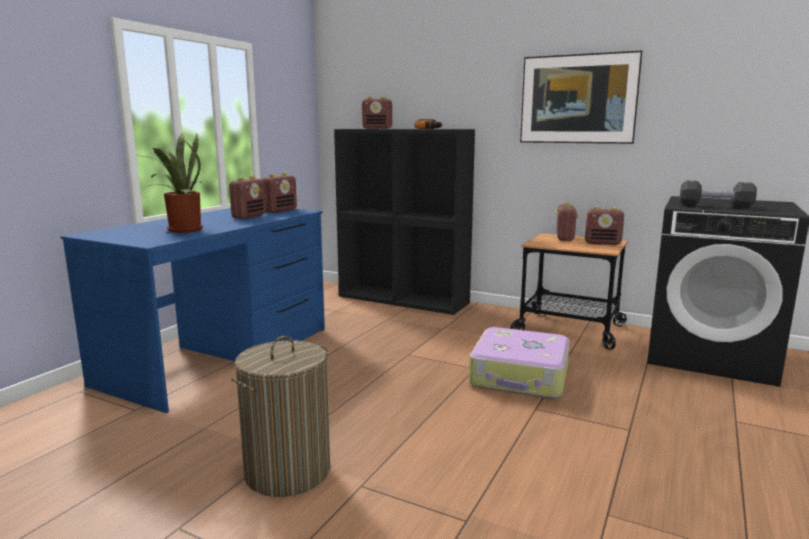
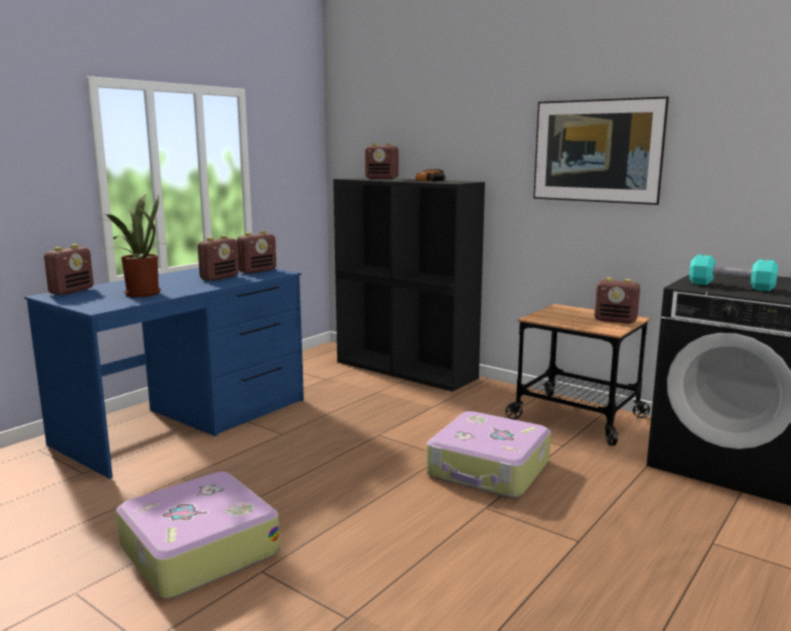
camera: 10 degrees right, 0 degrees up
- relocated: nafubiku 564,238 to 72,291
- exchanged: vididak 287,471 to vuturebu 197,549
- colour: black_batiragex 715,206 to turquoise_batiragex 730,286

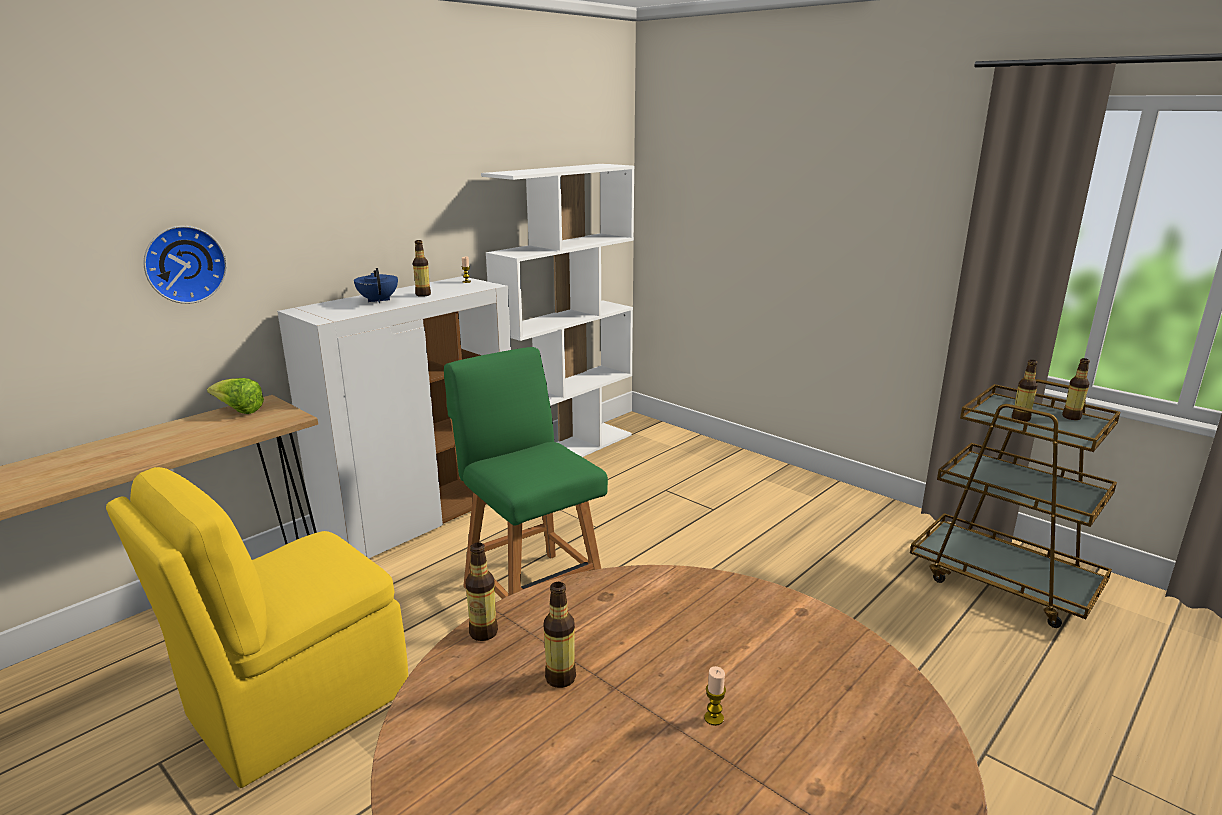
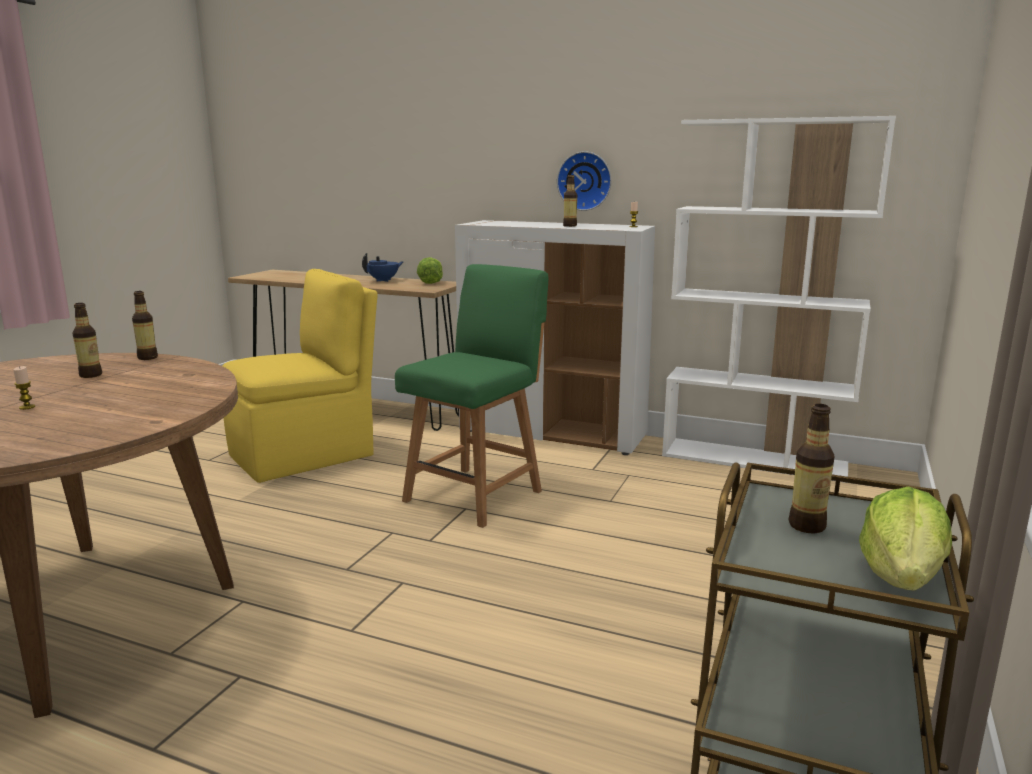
camera: 70 degrees right, 5 degrees down
- relocated: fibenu 184,264 to 585,181
- relocated: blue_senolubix 378,300 to 383,280
- exchanged: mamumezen 1071,417 to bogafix 901,578
- spun: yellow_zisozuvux 293,705 = 305,455 120 degrees clockwise

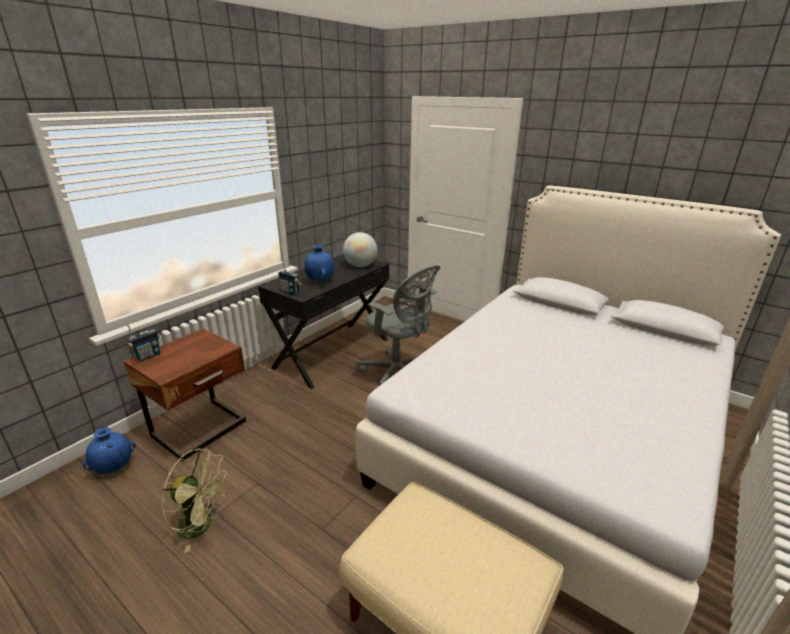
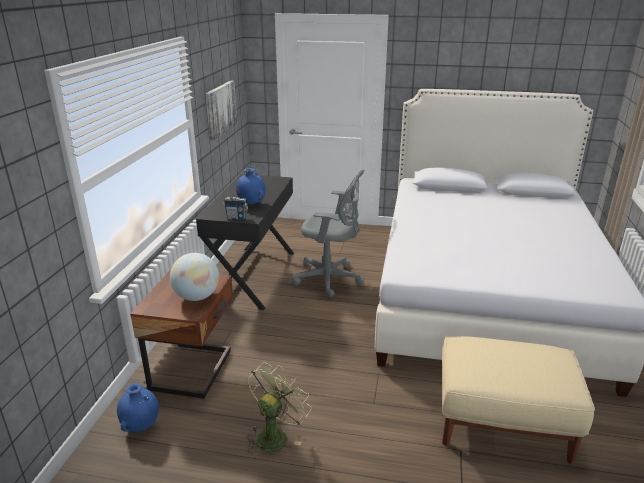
camera: 25 degrees left, 0 degrees up
- missing: nafubiku 148,356
- appeared: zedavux 220,109
- relocated: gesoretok 360,266 to 197,297
- spun: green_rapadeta 202,525 = 275,435 45 degrees counterclockwise

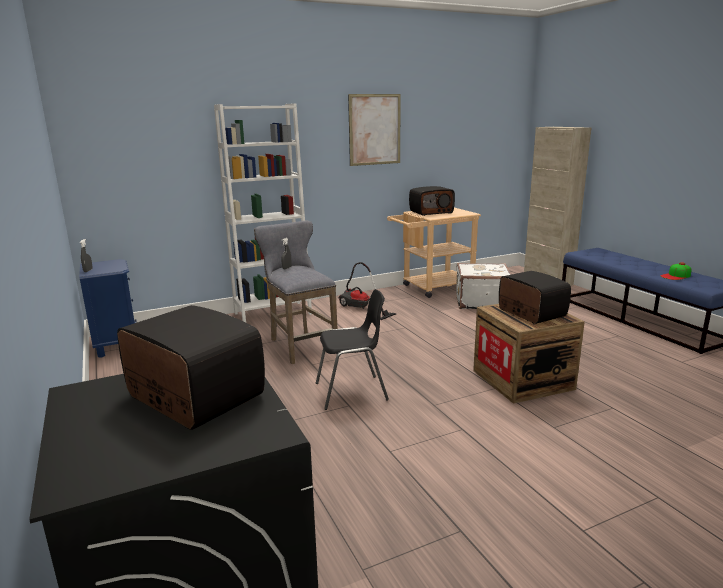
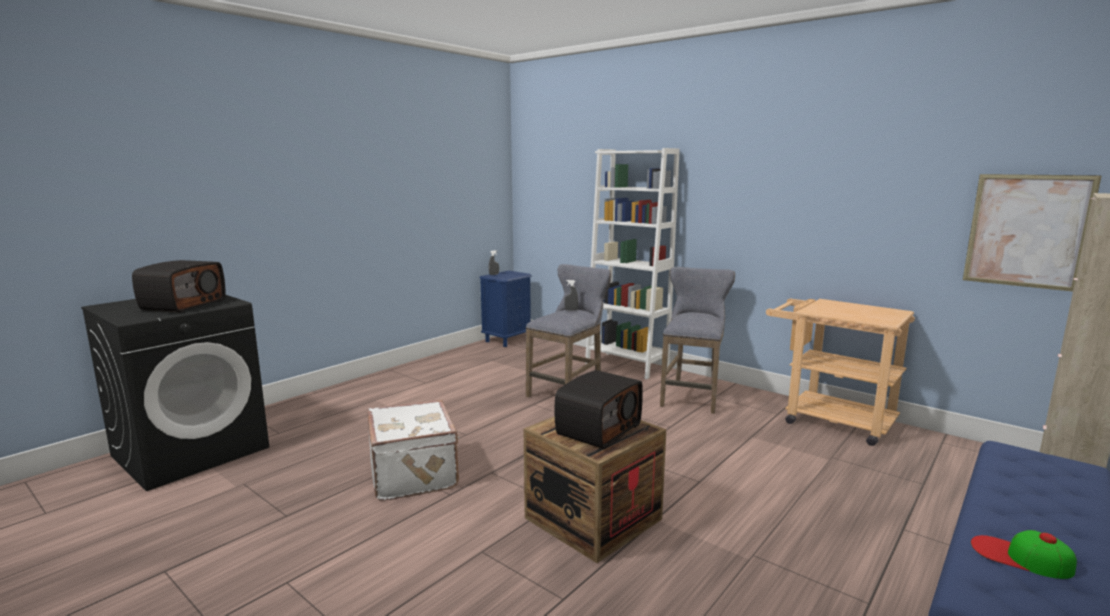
camera: 65 degrees right, 5 degrees down
- missing: black_zisozuvux 352,392
- missing: nafubiku 431,212
- relocated: zedavux 374,129 to 1027,231
- relocated: white_vuturebu 481,302 to 415,474
- exchanged: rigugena 360,309 to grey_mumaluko 692,395

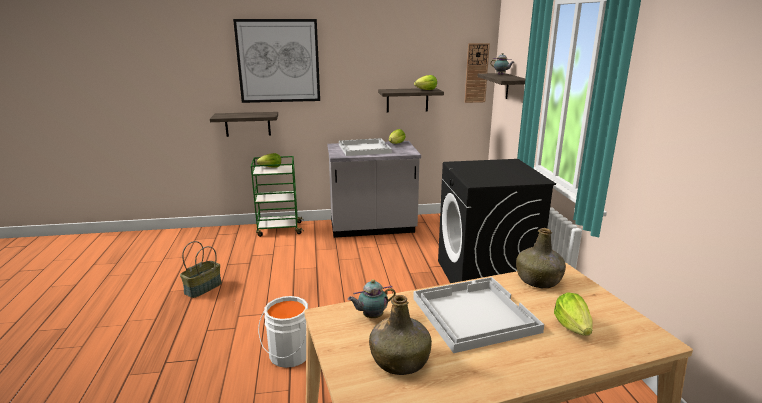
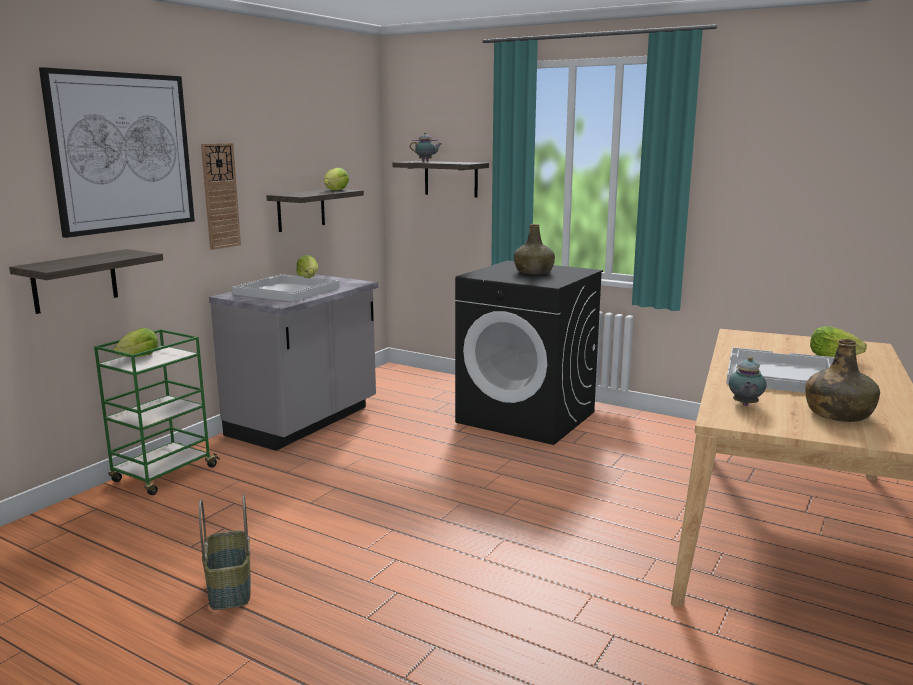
camera: 50 degrees left, 5 degrees down
- missing: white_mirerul 288,355
- relocated: fibenu 476,73 to 220,196
- relocated: green_mamumezen 539,280 to 534,272

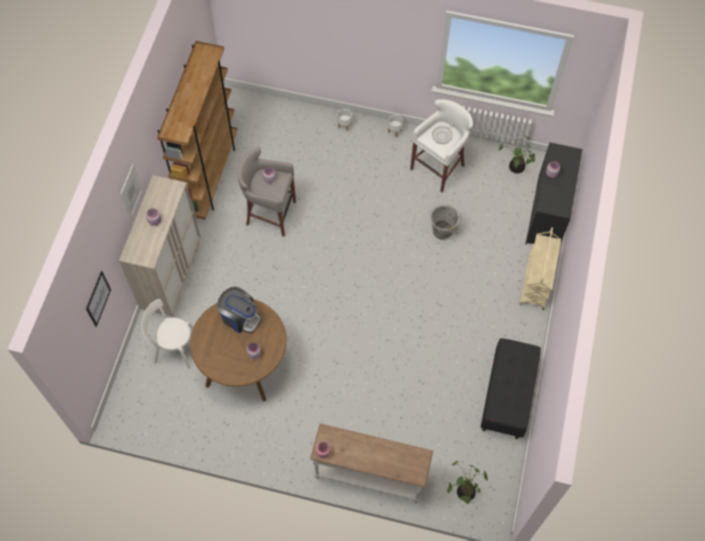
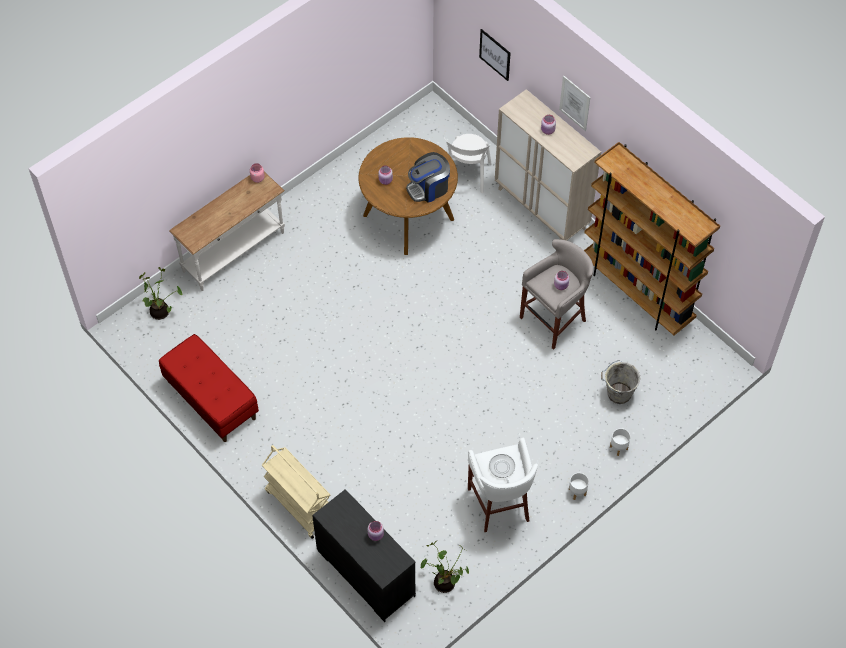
camera: 125 degrees right, 5 degrees down
- relocated: grey_mirerul 443,231 to 618,393
- colour: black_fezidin 507,396 to red_fezidin 211,400
- spun: white_zisozuvux 174,347 = 467,176 150 degrees clockwise

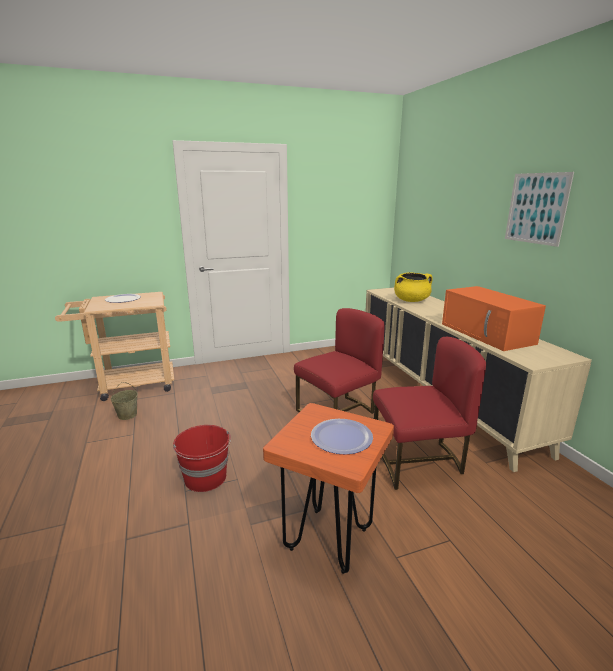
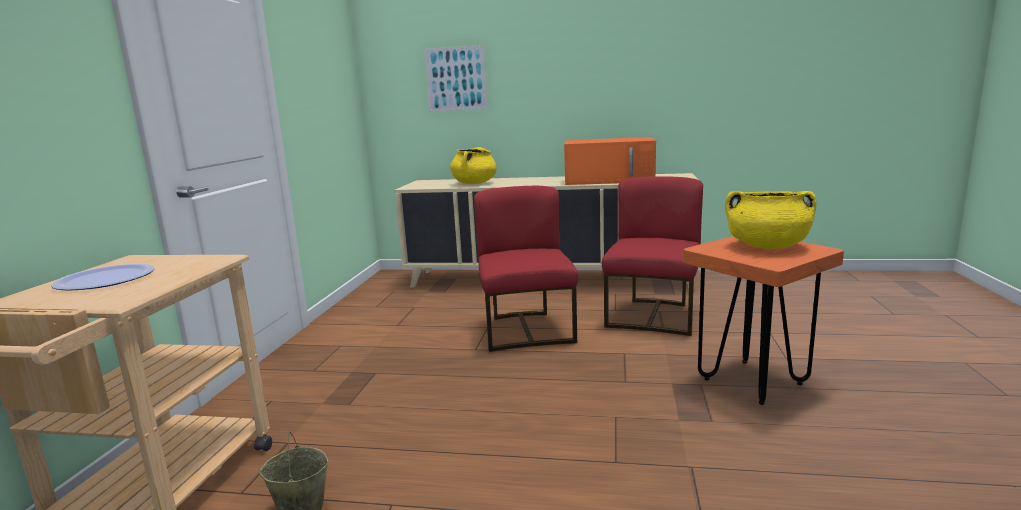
camera: 60 degrees left, 5 degrees down
- missing: red_mirerul 206,478
- relocated: zedavux 536,208 to 456,79
- exchanged: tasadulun 341,437 to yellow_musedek 767,246

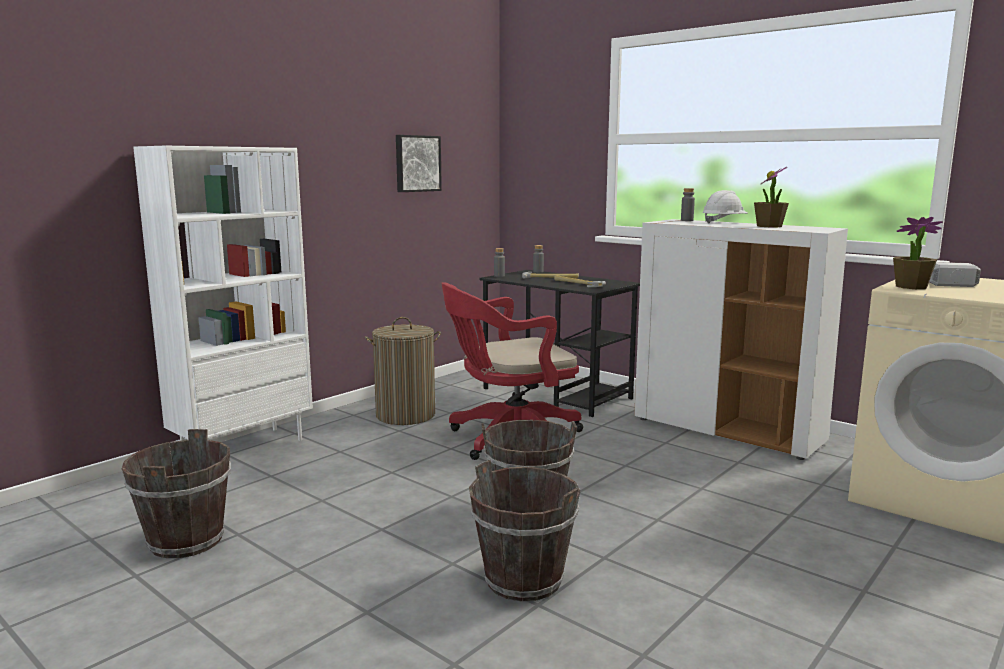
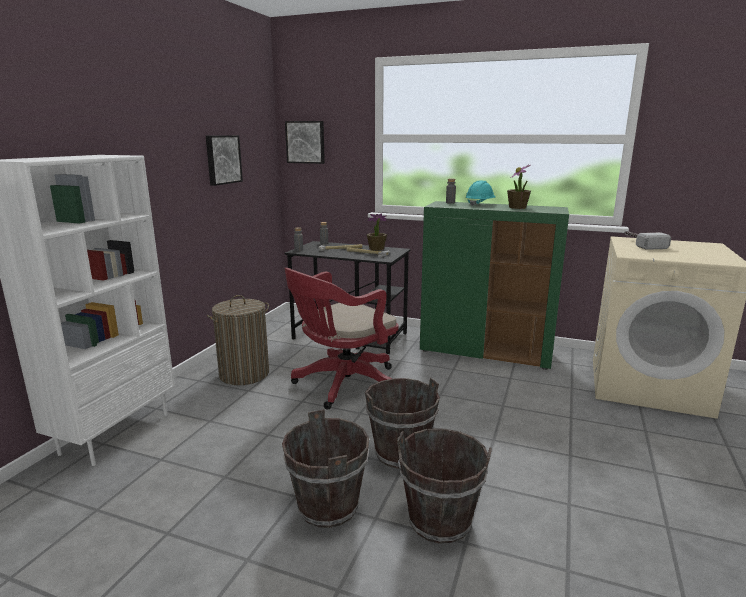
camera: 20 degrees left, 5 degrees up
- appeared: zedavux 306,142
- relocated: brown_mirerul 186,541 to 327,506
- relocated: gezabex 911,287 to 376,249
- colour: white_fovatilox 728,431 to green_fovatilox 486,352
- colour: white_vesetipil 723,222 to turquoise_vesetipil 480,204

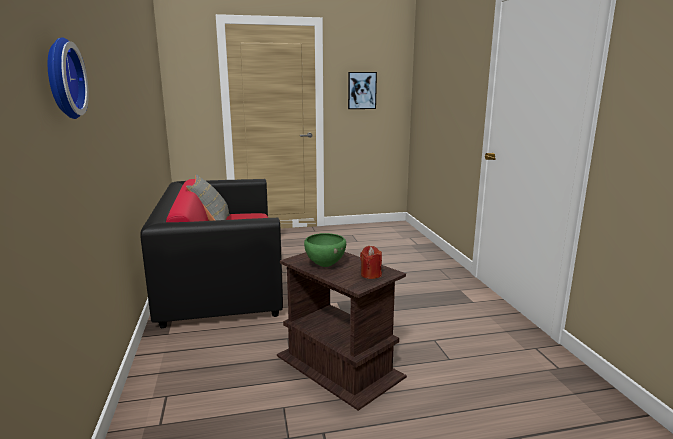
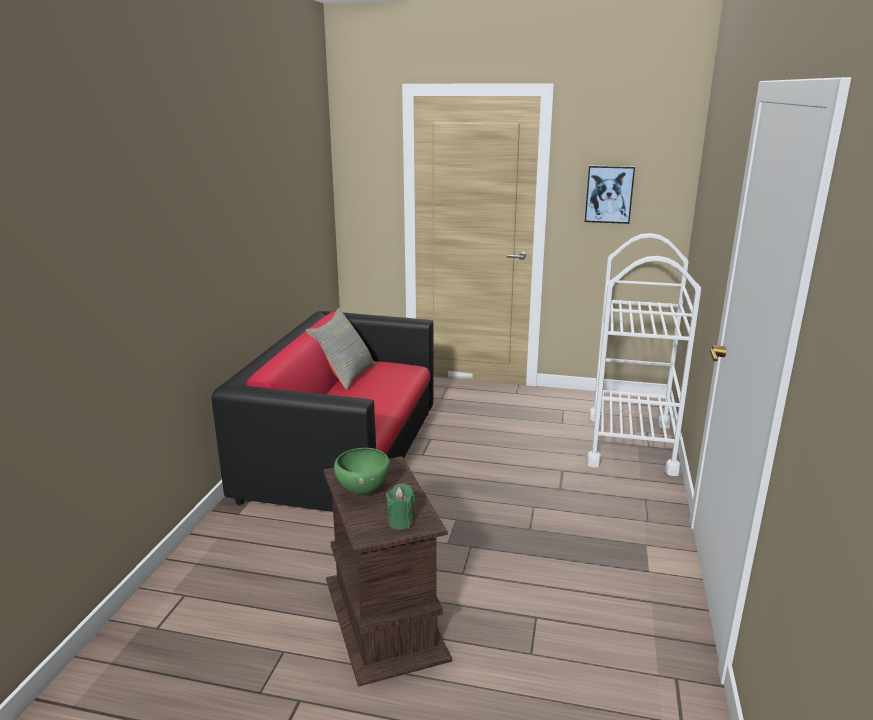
camera: 25 degrees right, 5 degrees up
- missing: fibenu 60,79
- appeared: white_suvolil 631,444
- colour: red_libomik 371,275 to green_libomik 400,522

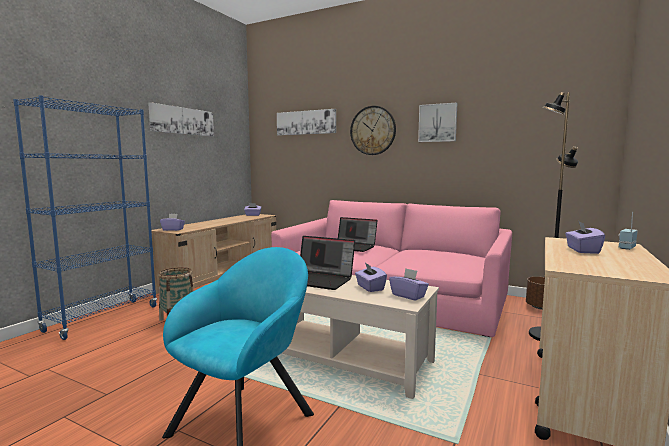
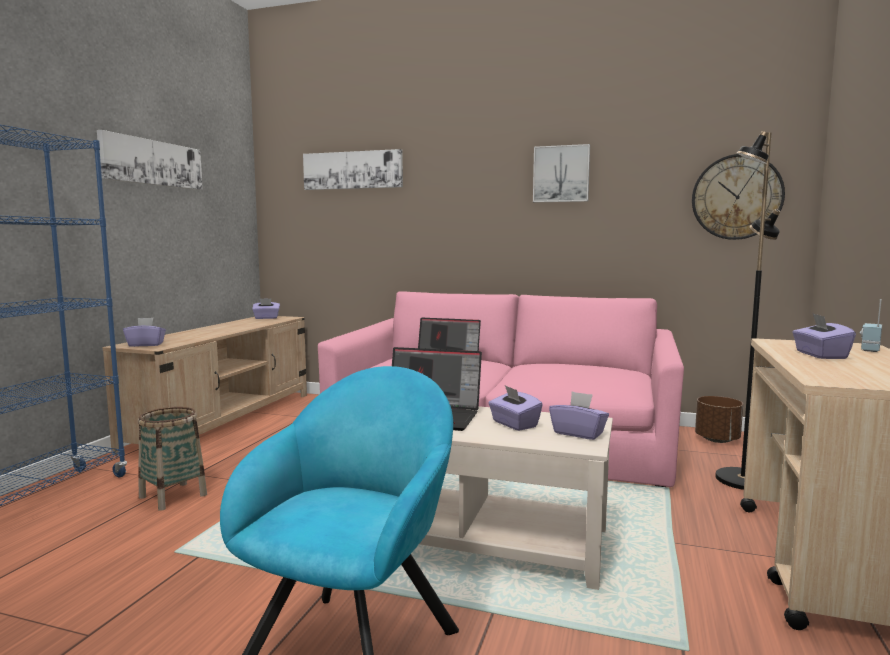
camera: 10 degrees left, 0 degrees up
- relocated: fibenu 373,130 to 736,197

